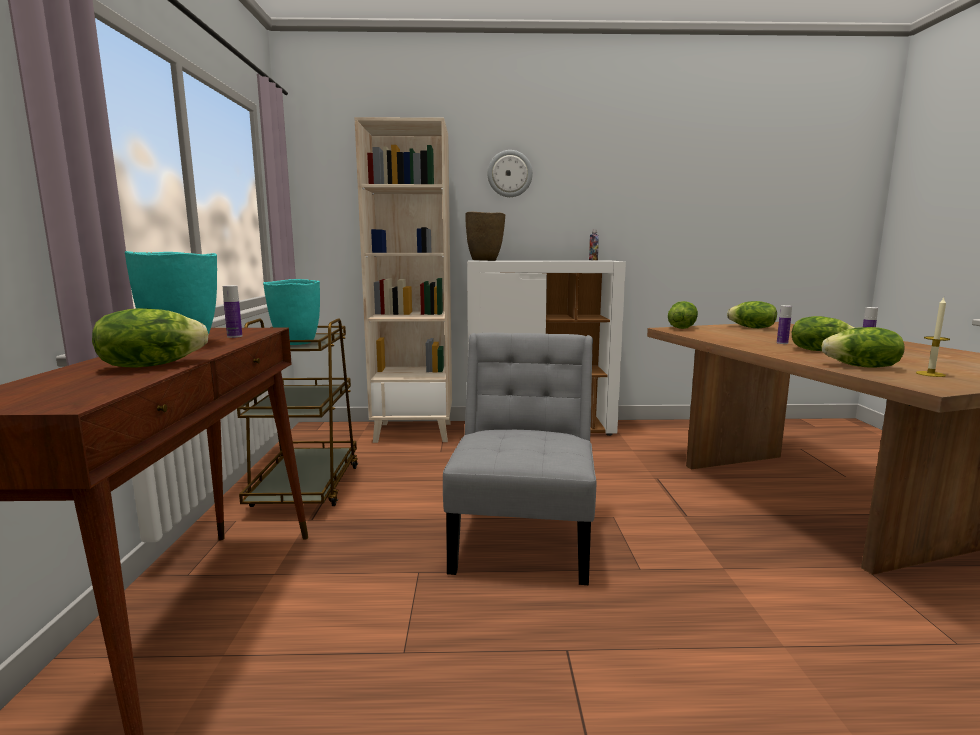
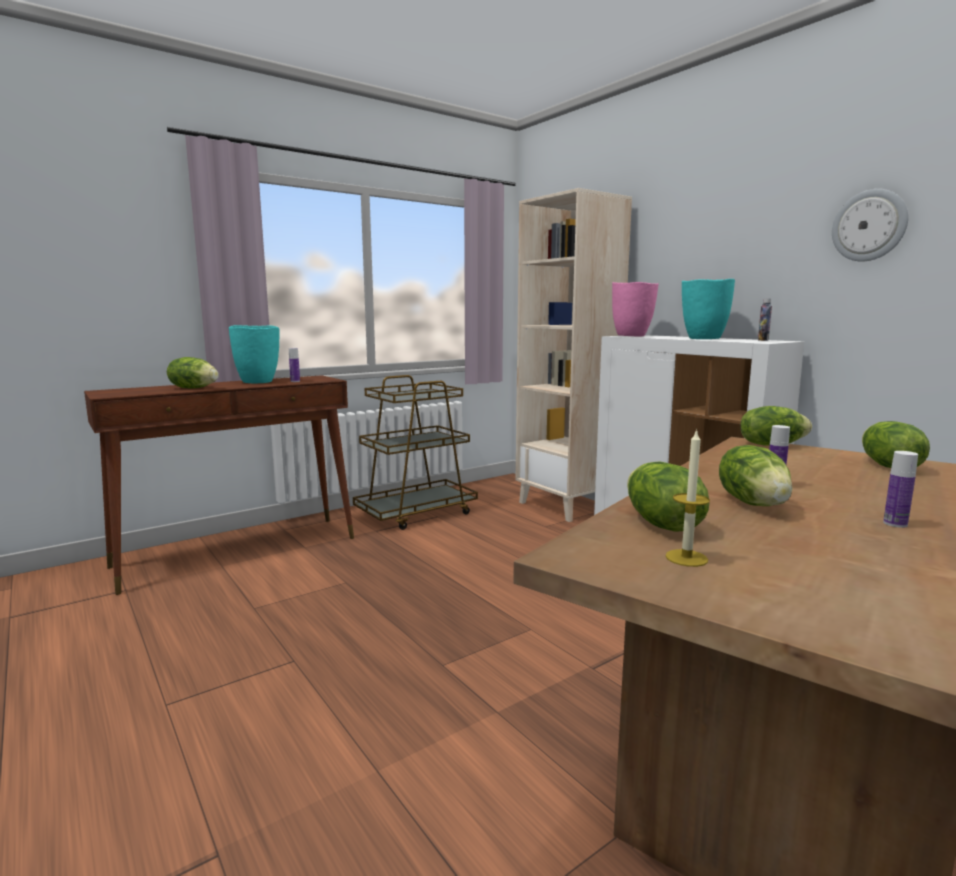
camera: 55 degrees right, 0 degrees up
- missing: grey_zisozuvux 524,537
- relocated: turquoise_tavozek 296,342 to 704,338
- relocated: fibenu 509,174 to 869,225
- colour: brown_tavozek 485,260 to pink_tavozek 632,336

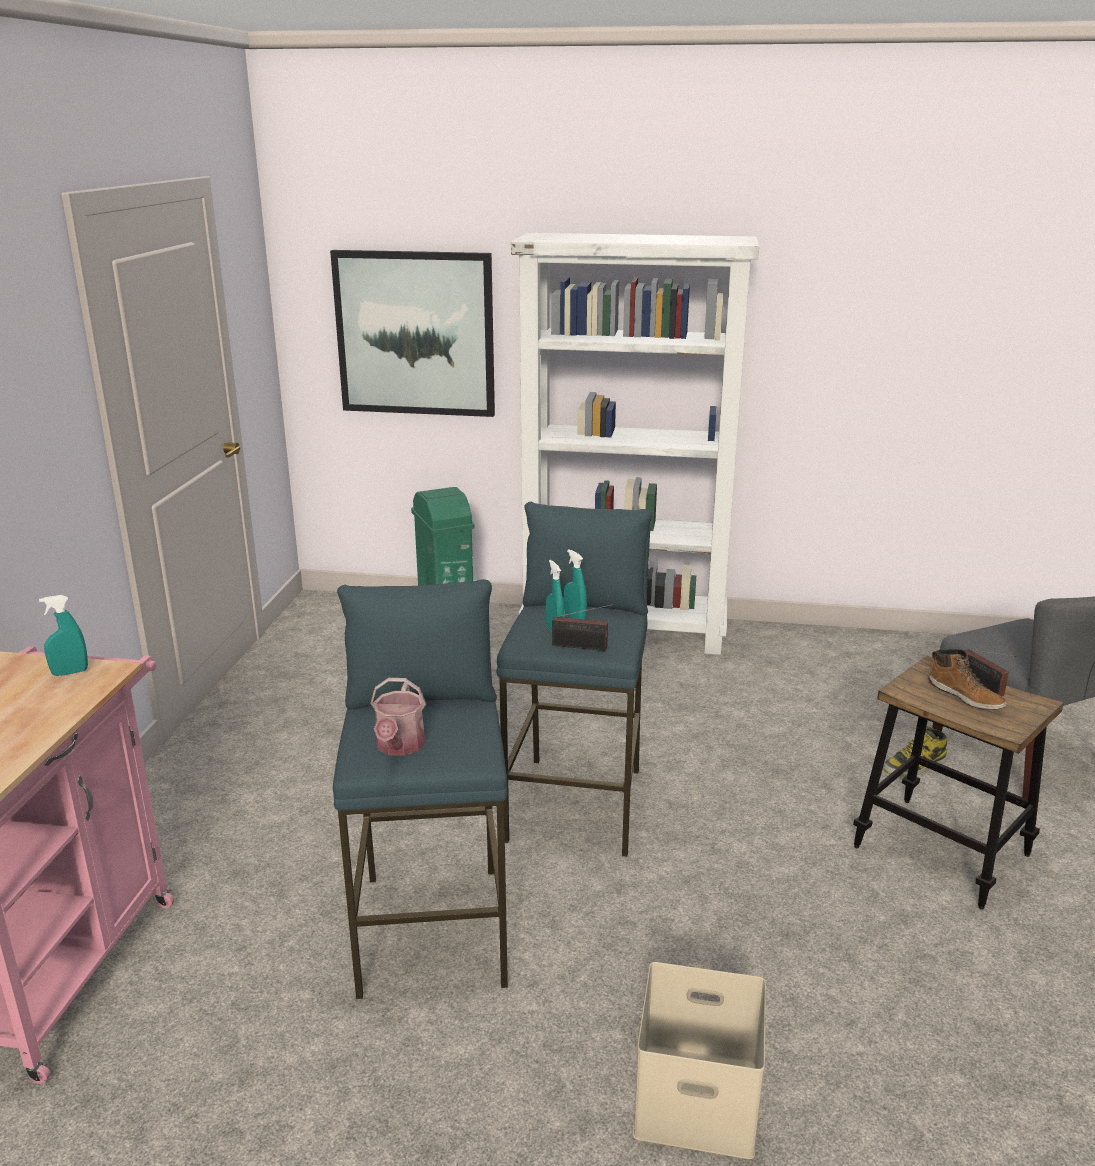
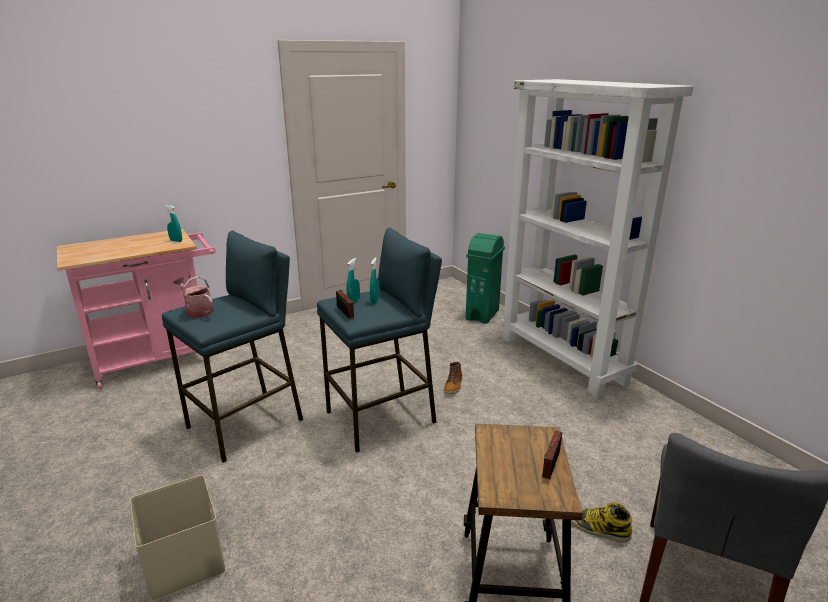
camera: 50 degrees right, 0 degrees up
- missing: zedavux 415,333
- relocated: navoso 965,696 to 453,386
- spun: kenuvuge 399,746 = 197,311 75 degrees clockwise

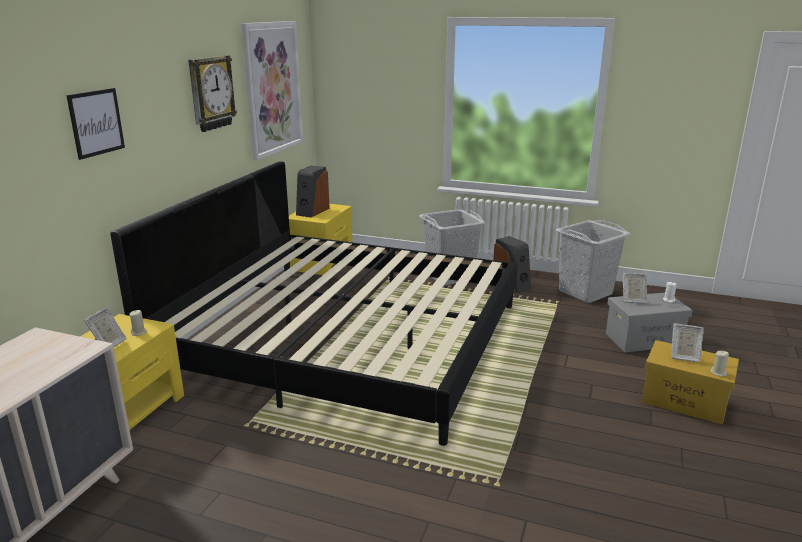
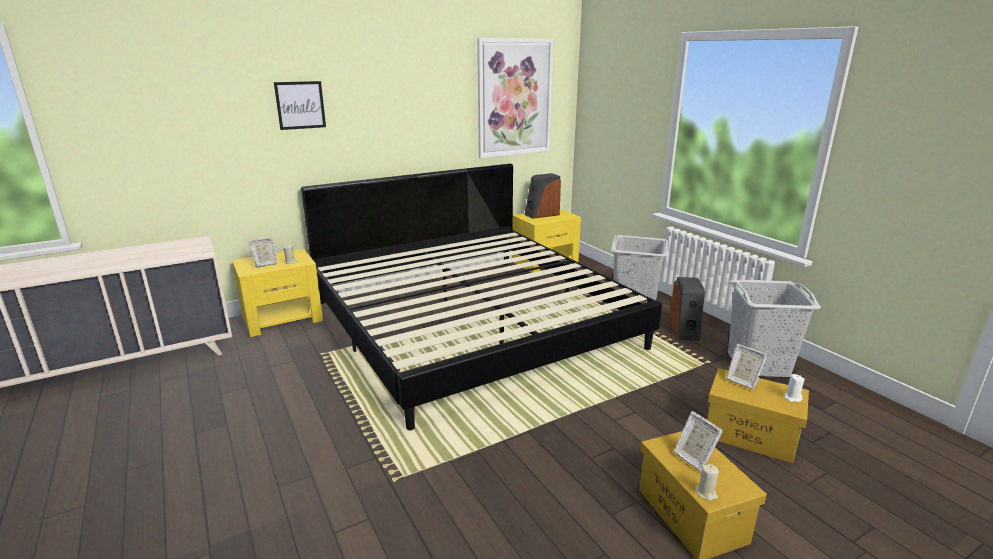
camera: 40 degrees right, 0 degrees up
- missing: fibenu 210,93
- colour: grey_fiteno 644,339 to yellow_fiteno 751,435

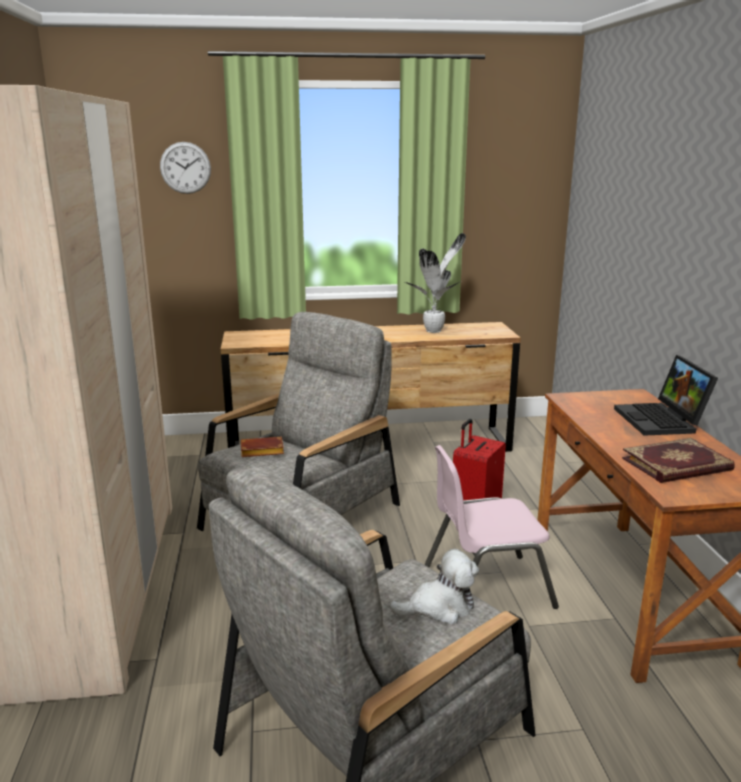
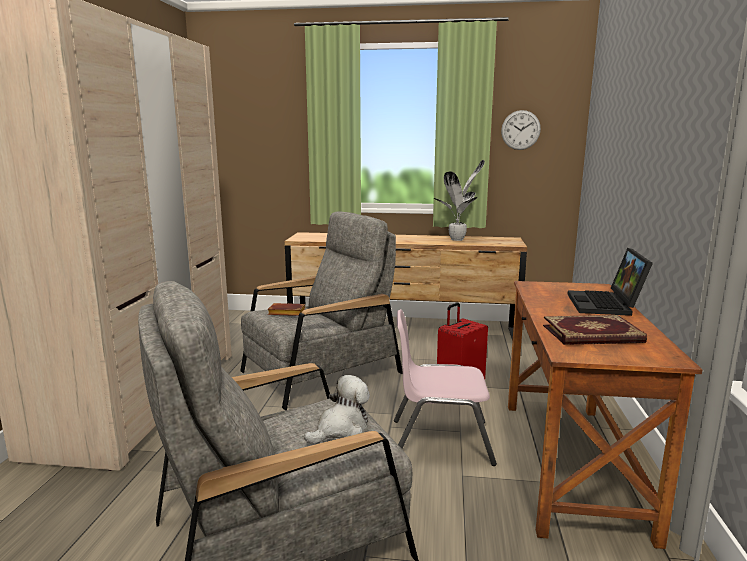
camera: 15 degrees right, 5 degrees down
- relocated: fibenu 185,168 to 520,130
- spun: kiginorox 439,607 = 341,428 45 degrees counterclockwise

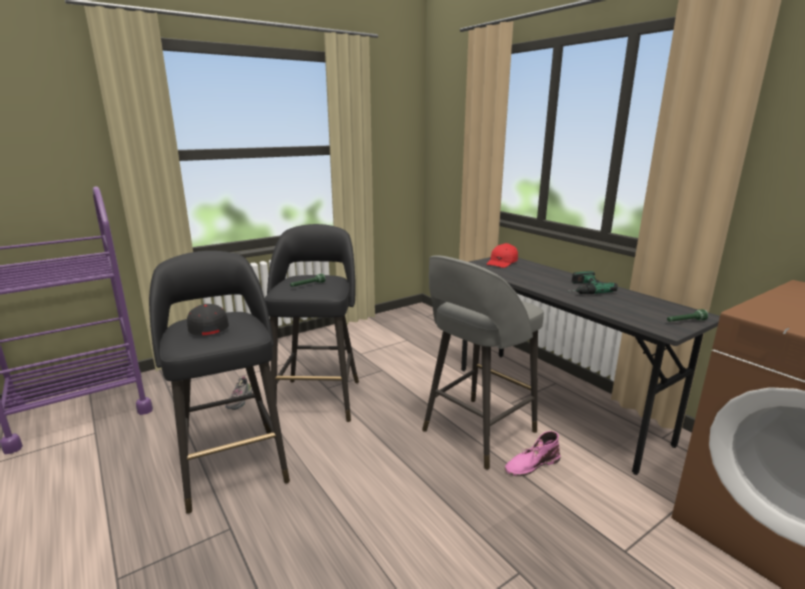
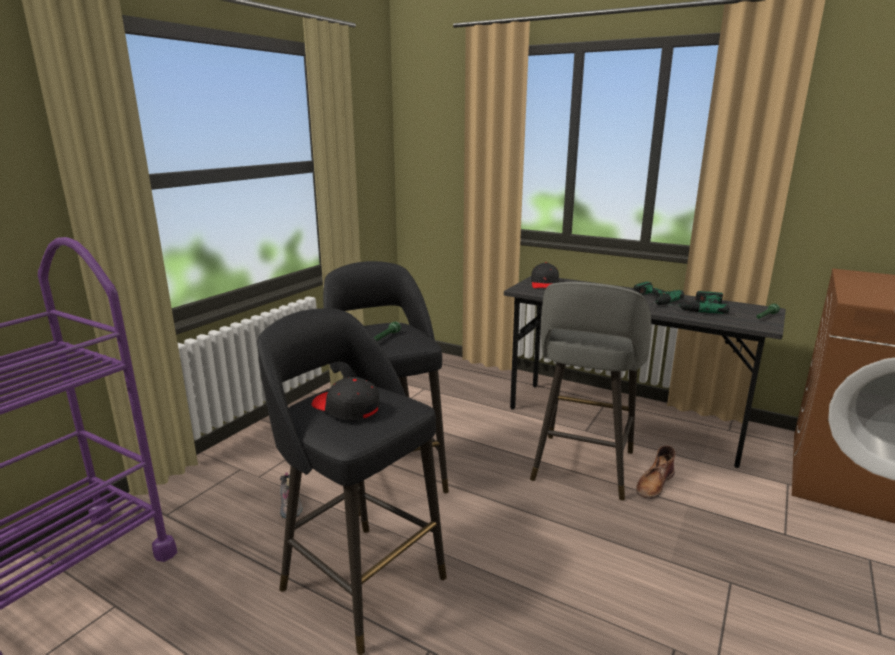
camera: 25 degrees left, 0 degrees up
- appeared: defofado 695,307
- colour: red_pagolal 502,262 to black_pagolal 544,283
- colour: pink_navoso 531,464 to brown_navoso 654,483

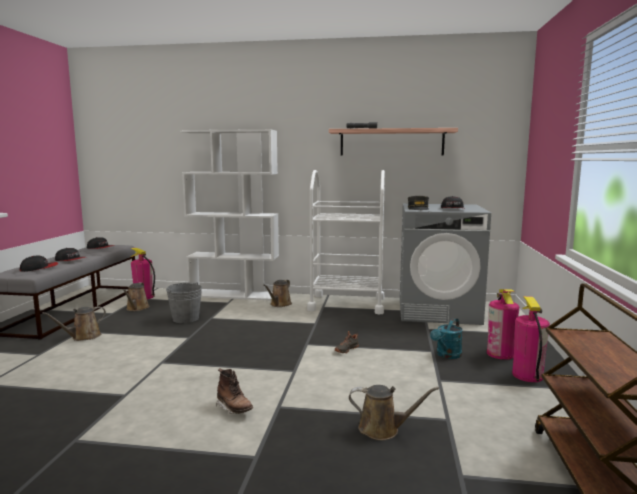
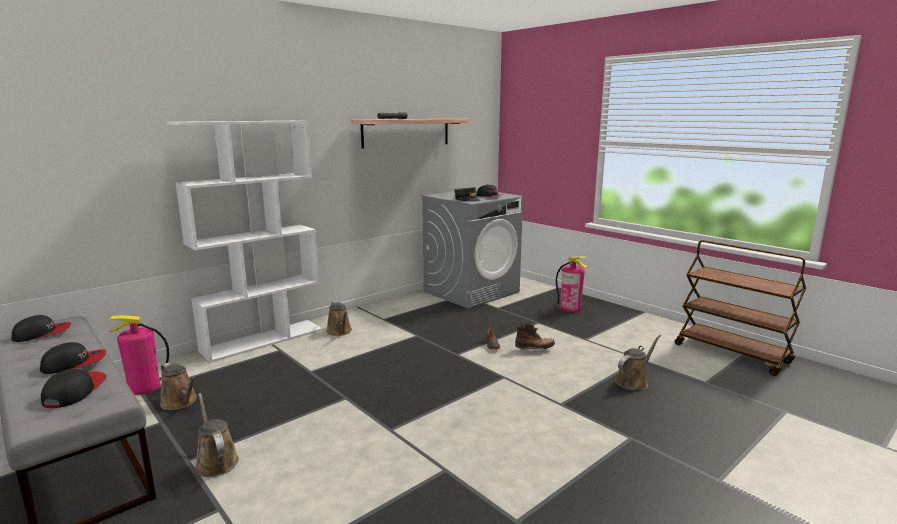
camera: 50 degrees left, 5 degrees up
- missing: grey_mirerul 185,319
- missing: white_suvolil 347,304
- missing: turquoise_kenuvuge 447,355
- missing: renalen 527,375
- relocated: brown_navoso 234,409 to 534,350
- spun: brown_kenuvuge 83,337 = 216,461 150 degrees clockwise

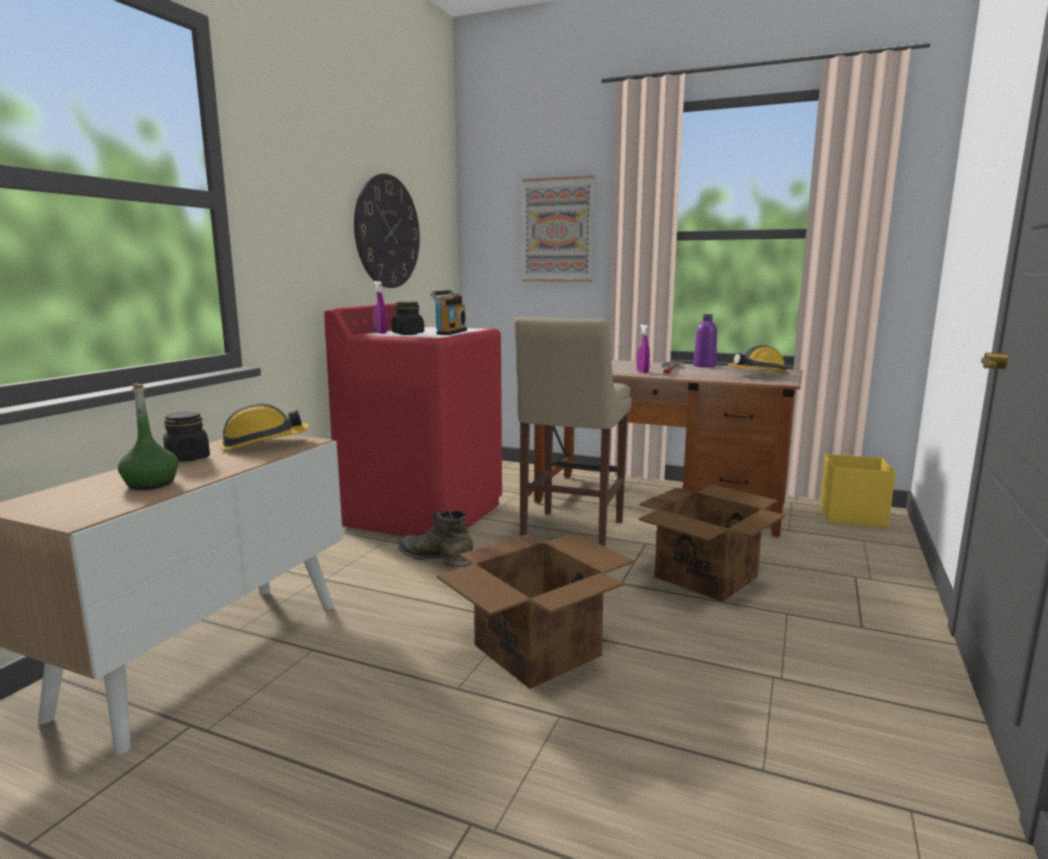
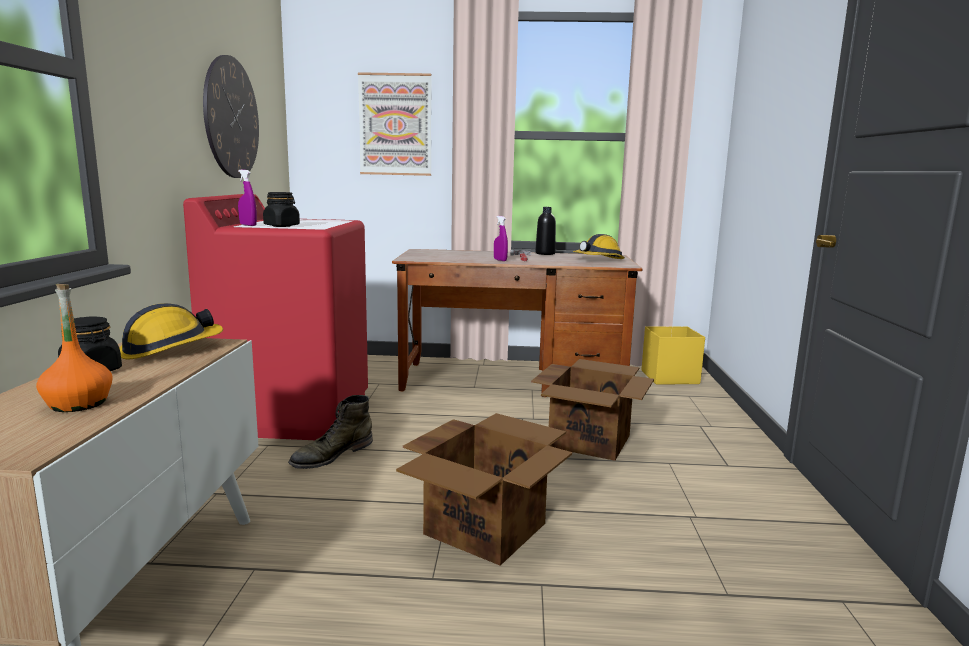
camera: 20 degrees left, 0 degrees up
- missing: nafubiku 449,332
- missing: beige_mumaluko 570,533
- colour: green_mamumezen 151,484 to orange_mamumezen 78,404
- colour: purple_mamumezen 704,366 to black_mamumezen 545,253
- spun: green_navoso 436,557 = 332,455 60 degrees counterclockwise

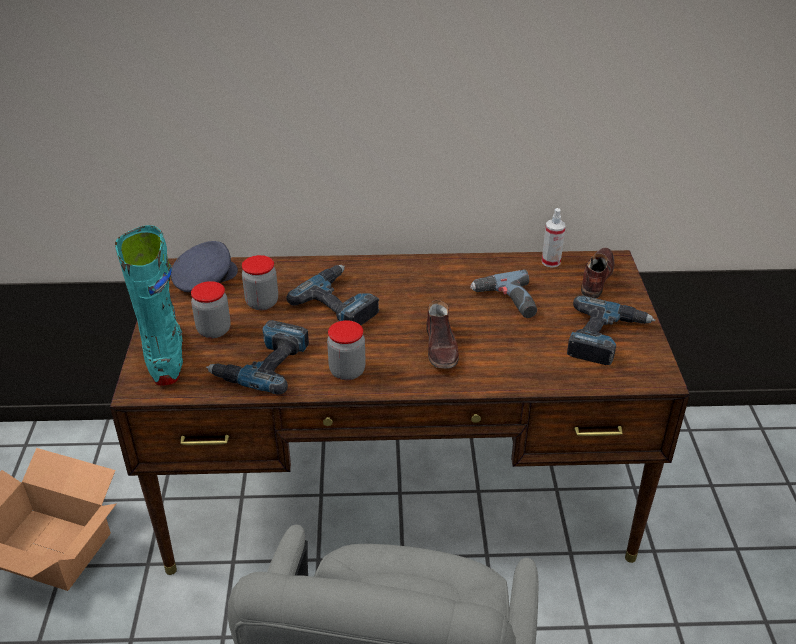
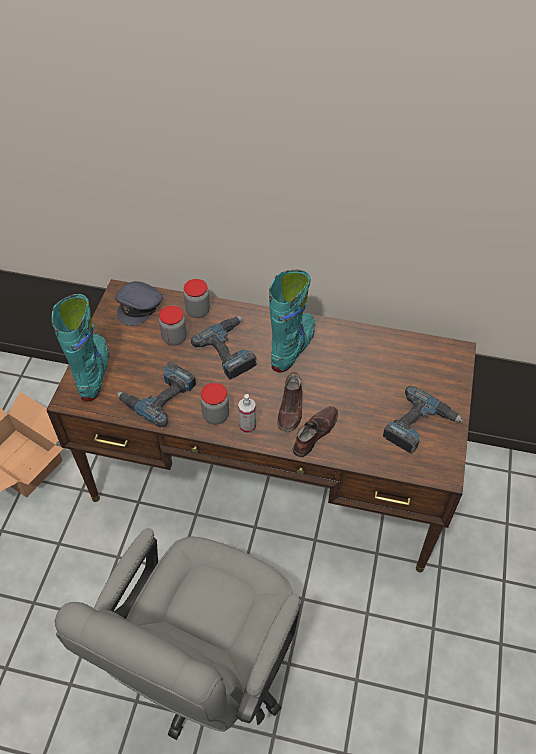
camera: 15 degrees right, 15 degrees up
- missing: defofado 506,302
- appeared: turquoise_navoso 293,348
- relocated: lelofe 214,330 to 198,311
- relocated: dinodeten 551,262 to 247,426
- relocated: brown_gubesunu 596,278 to 314,433
- spun: grey_pagolal 204,279 = 139,306 150 degrees clockwise

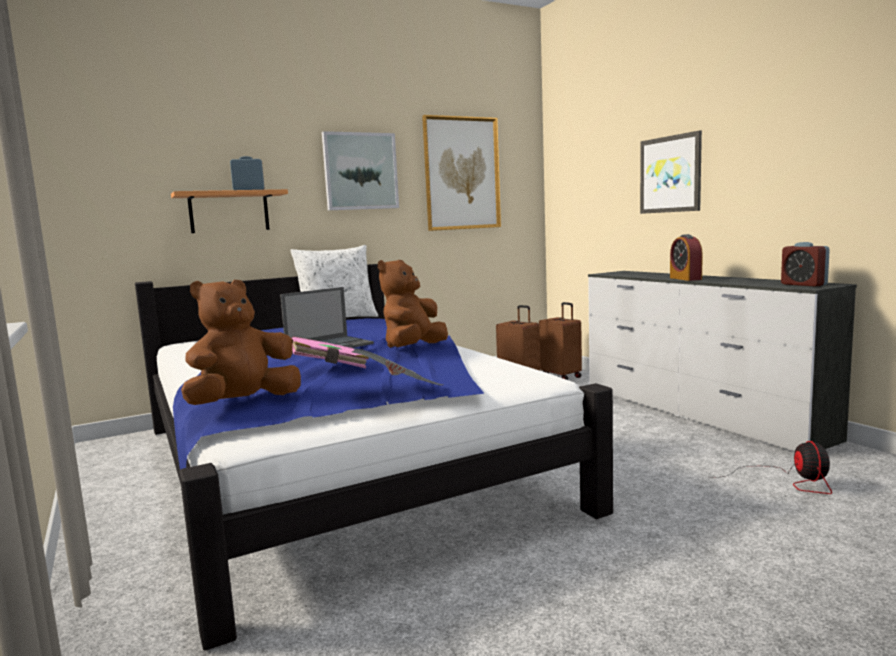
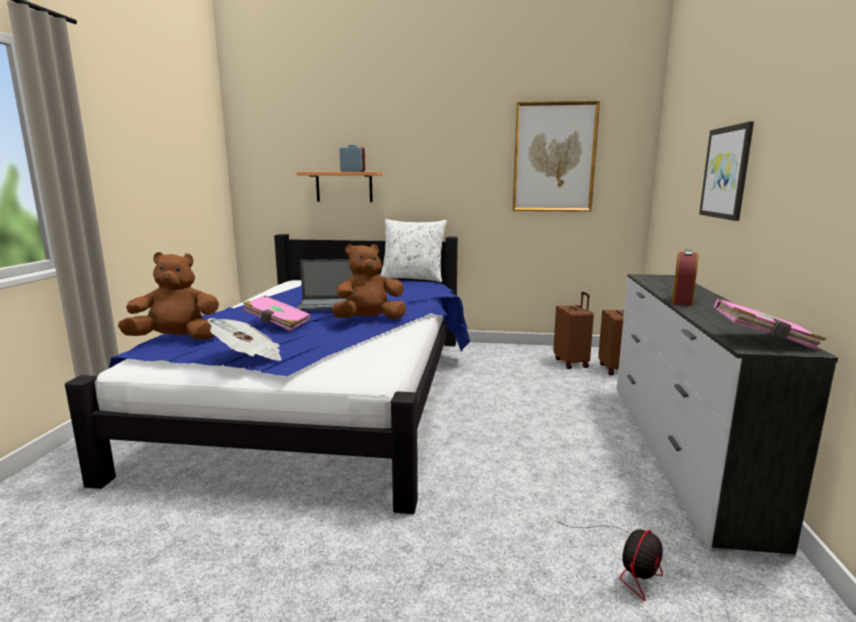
camera: 35 degrees right, 5 degrees up
- missing: zedavux 360,171
- exchanged: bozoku 803,284 to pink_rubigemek 763,341

